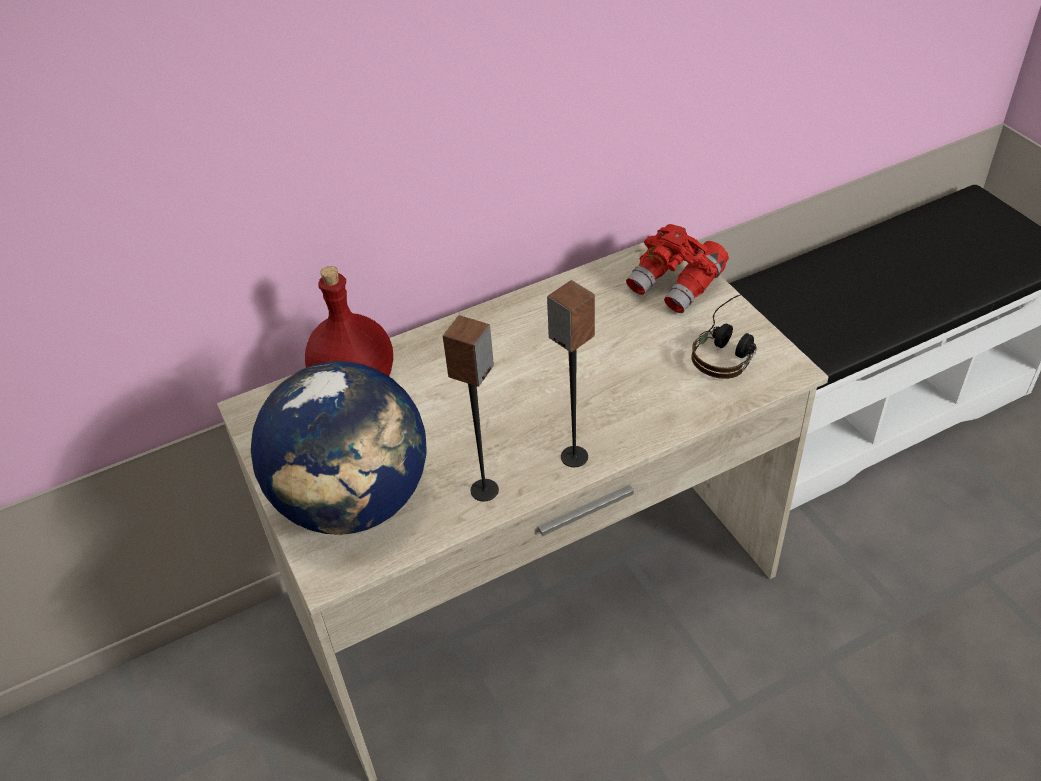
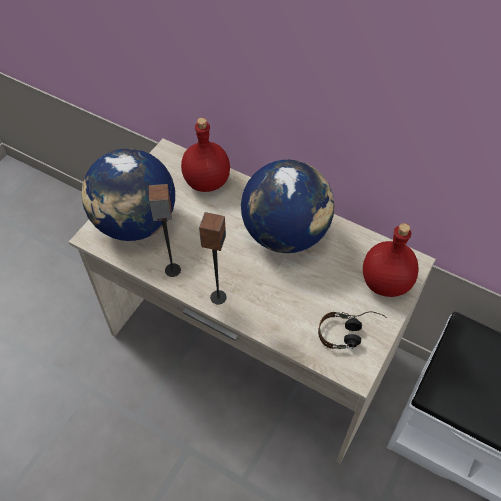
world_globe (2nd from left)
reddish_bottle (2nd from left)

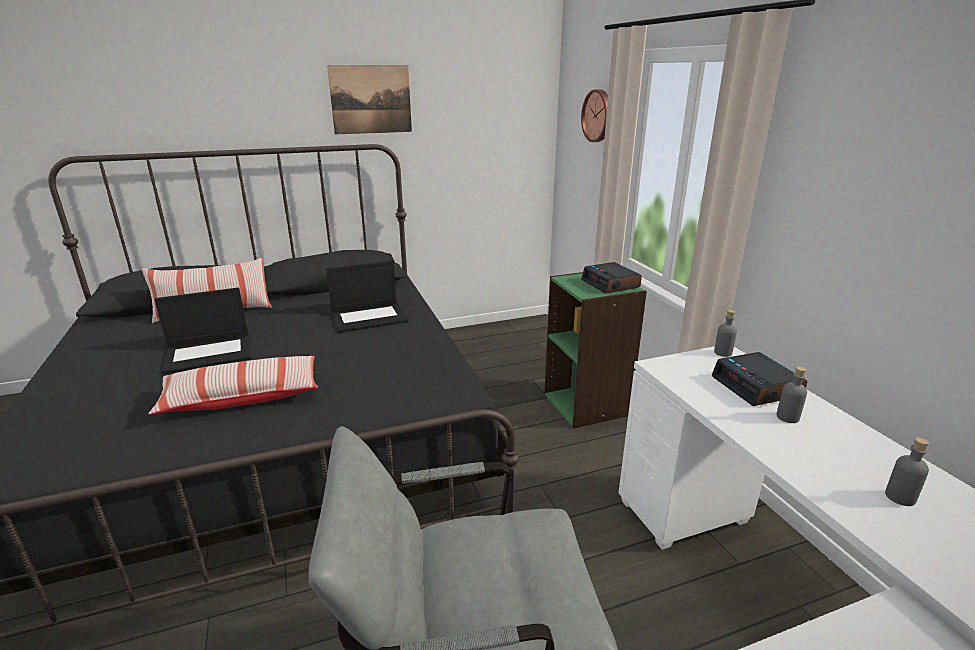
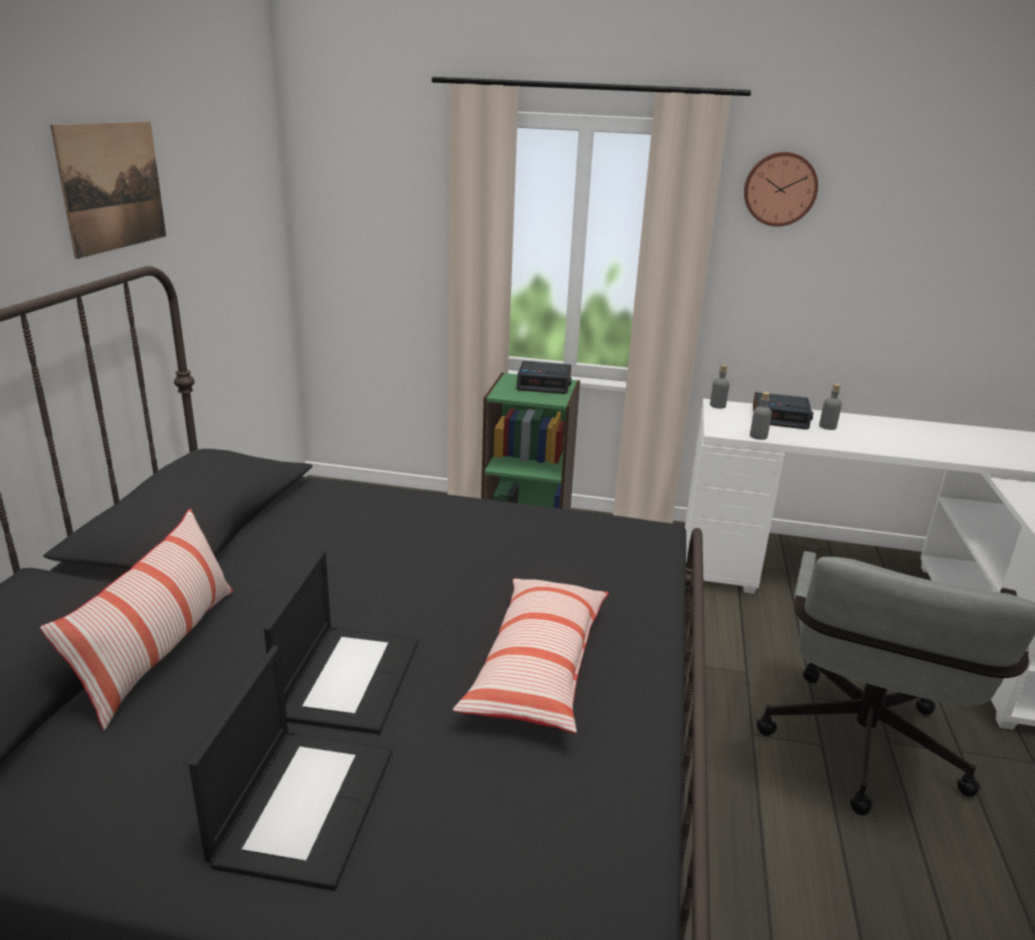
notebook_computer (1st from left)
wall_clock
greyish_bottle (2nd from left)

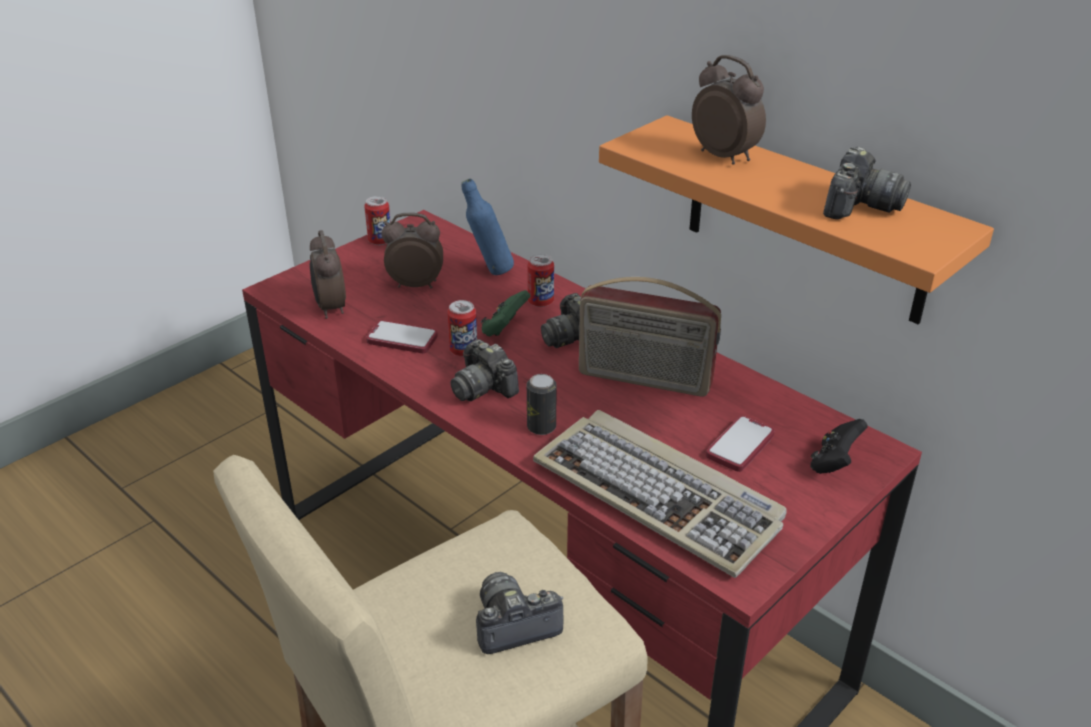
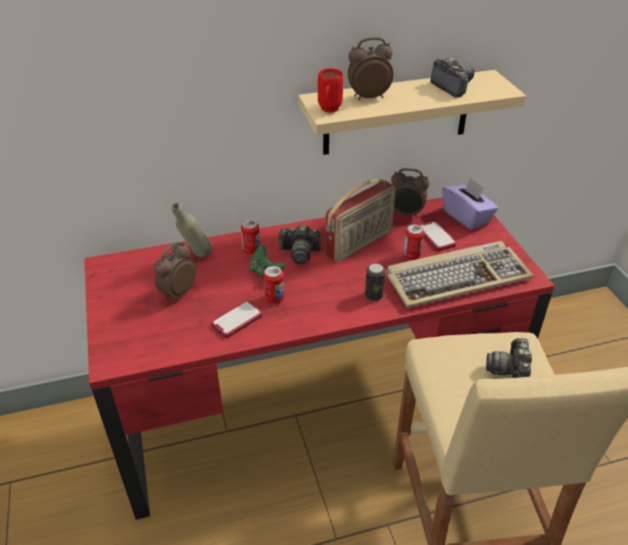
greyish_bottle
beige_shelf
reddish_mug
table_clock (3rd from left)
sealed_can (4th from left)
purplish_tissue_holder
photo_camera (1st from left in the first image)

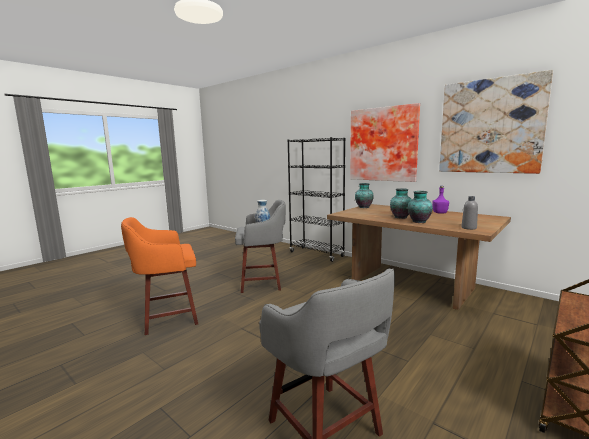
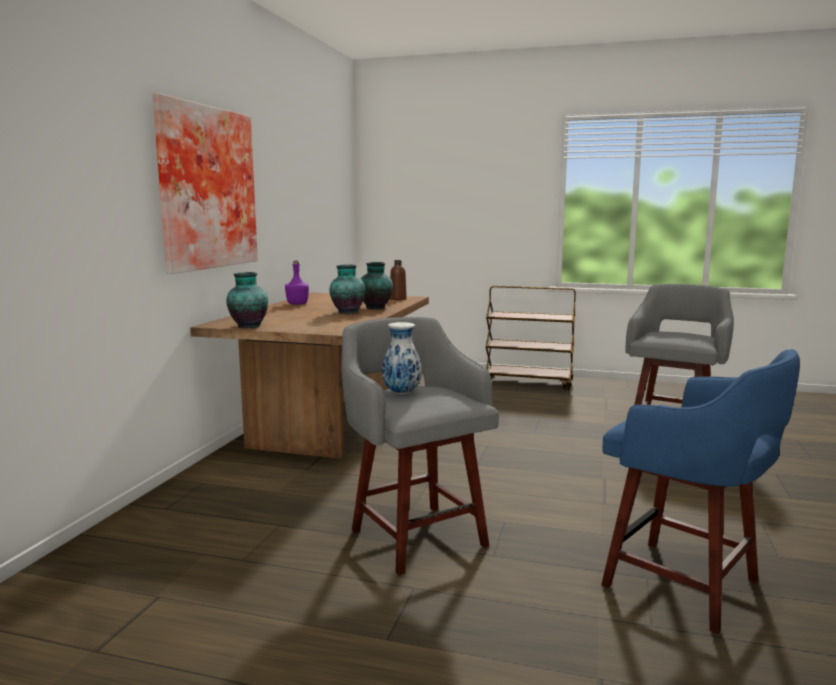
brown_bottle
blue-coloured_stool_seat
black_bookcase
wall_picture (2nd from left in the first image)

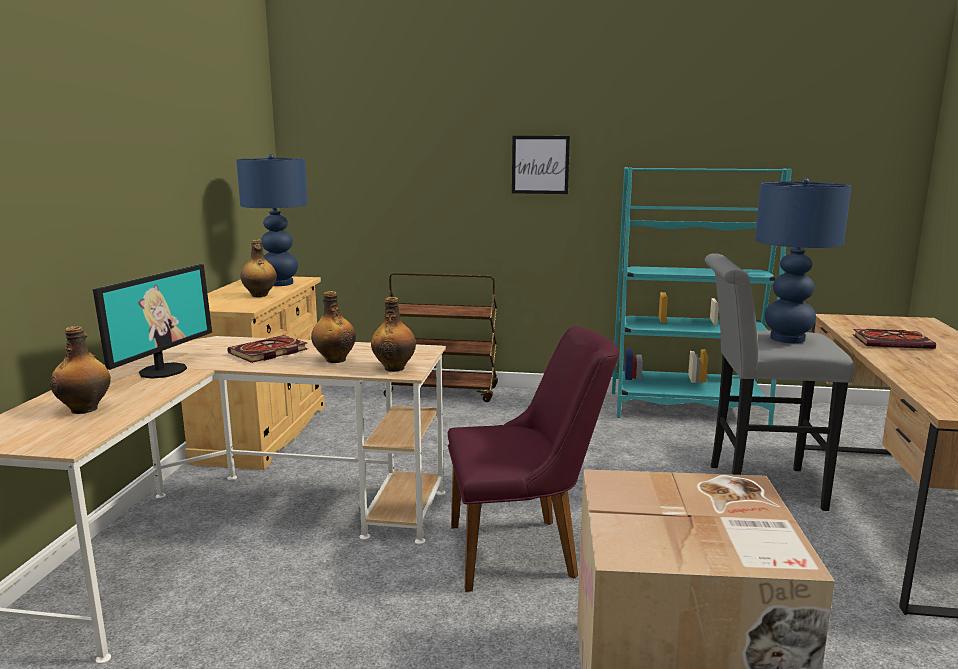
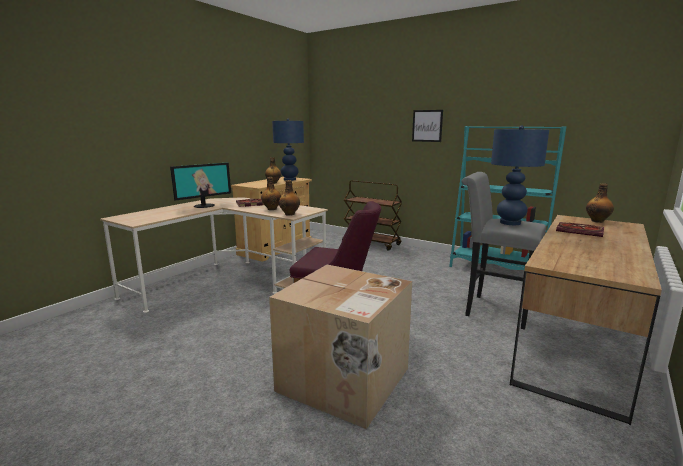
bottle (4th from left)

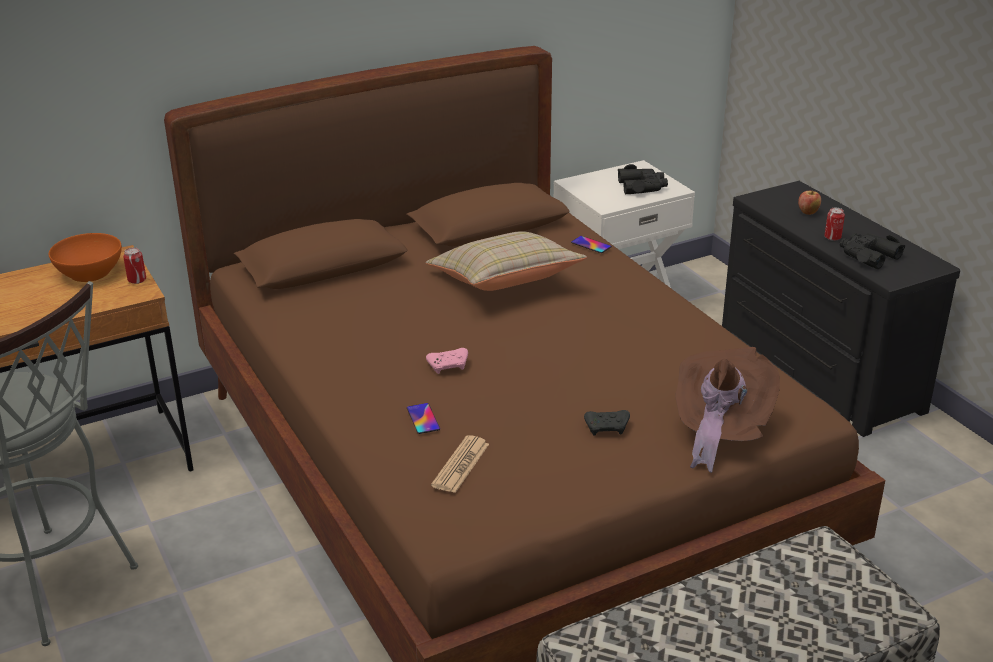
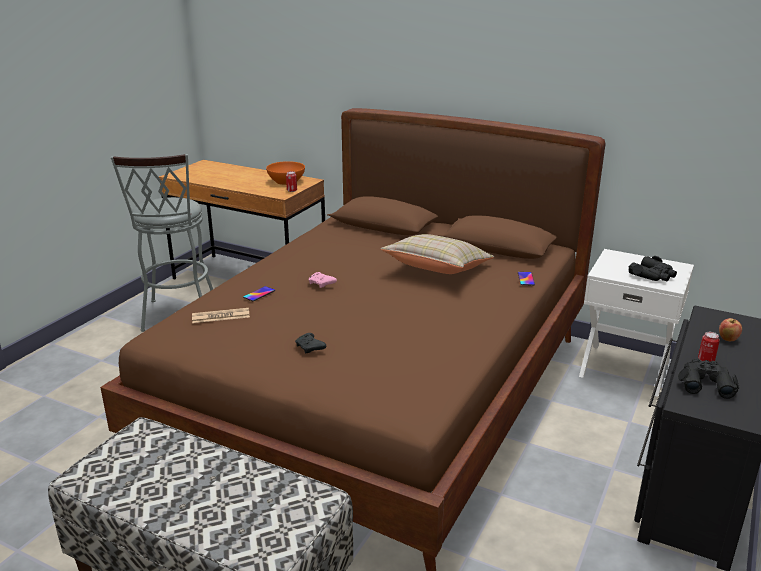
brown_wearable_hat

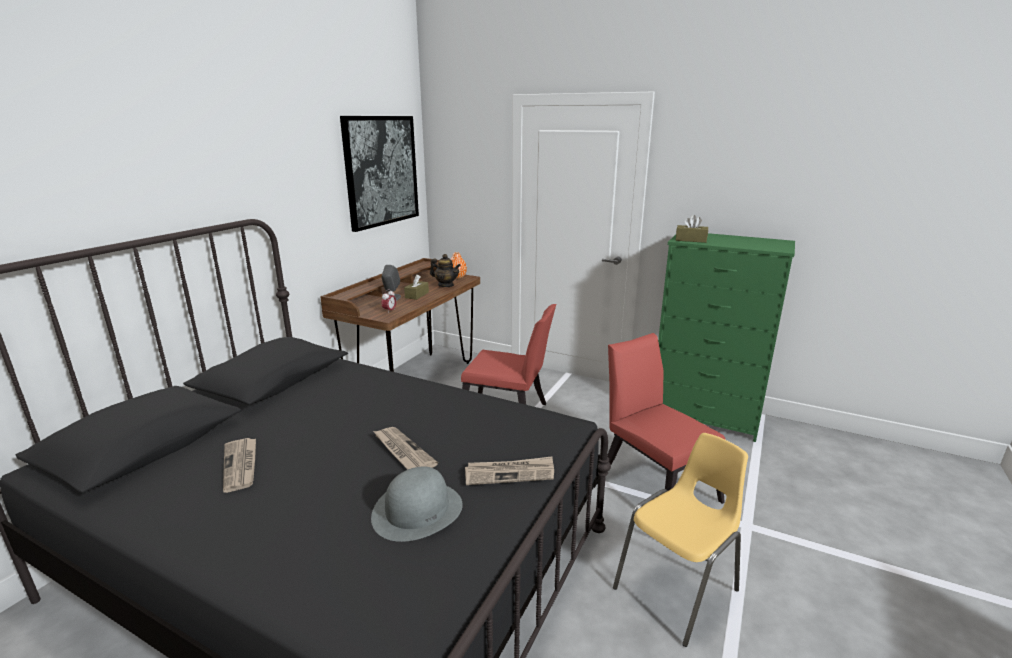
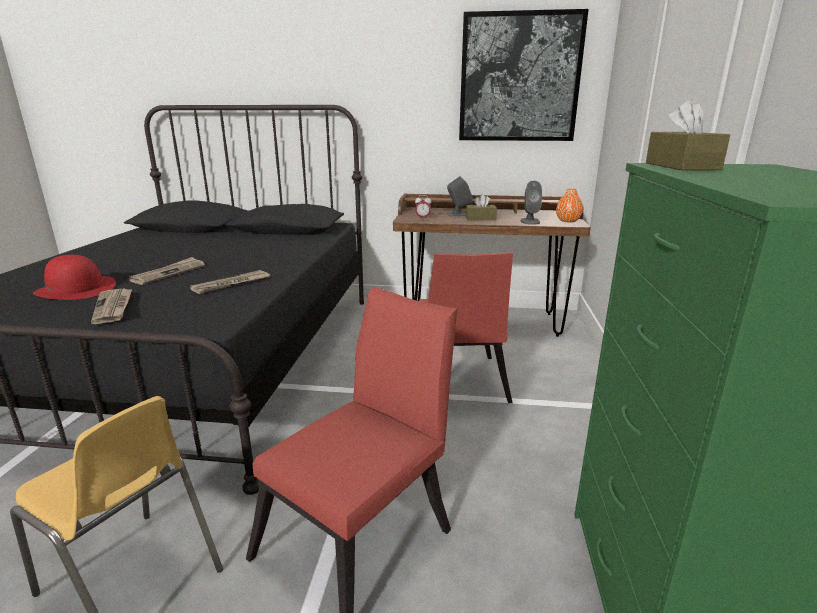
reddish_wearable_hat
printed_paper (3rd from left)
greyish_loudspeaker (2nd from left)

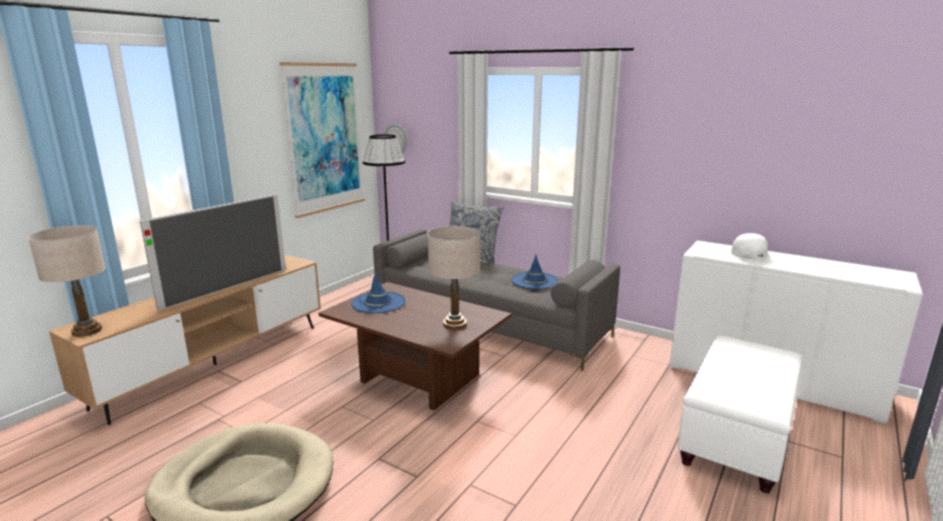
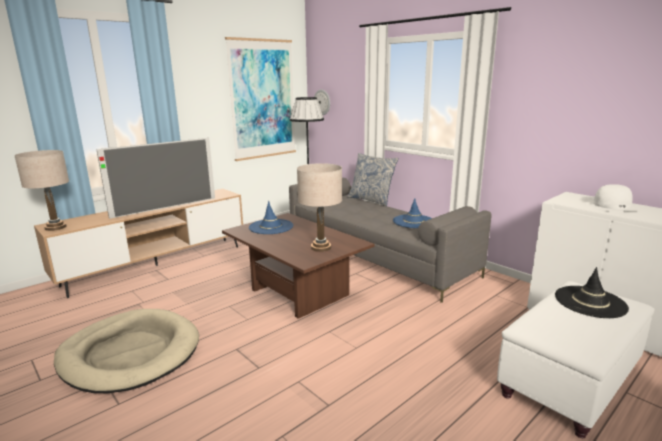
black_wearable_hat

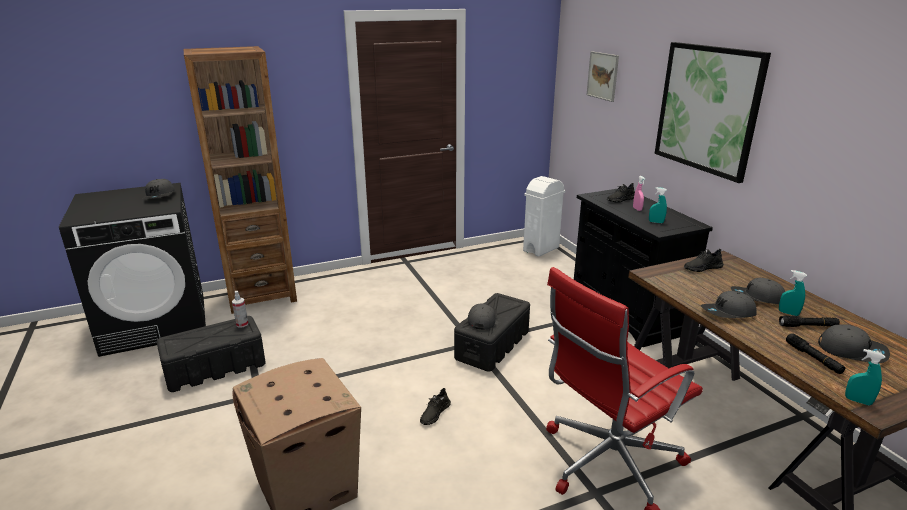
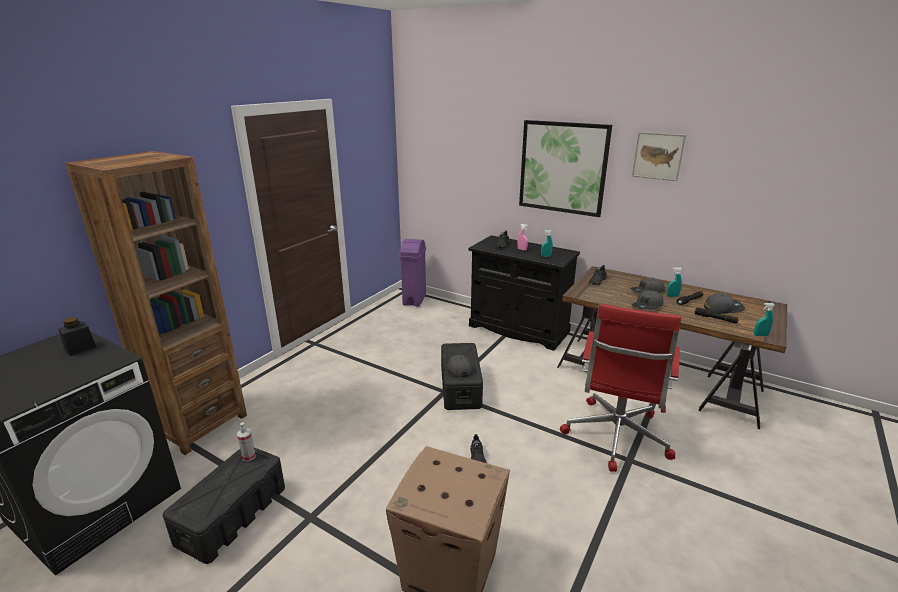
black_storage_jar
purplish_waste_bin
wall_picture (2nd from left)

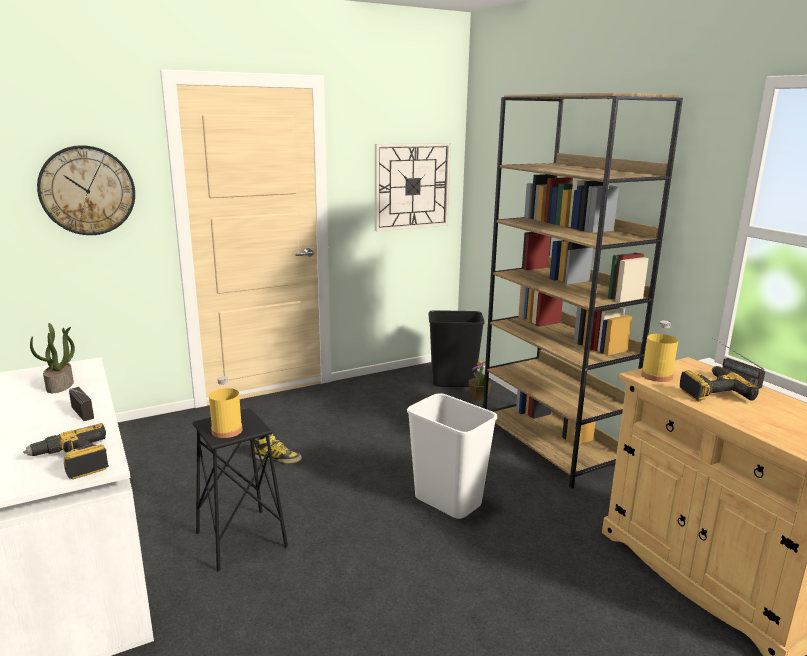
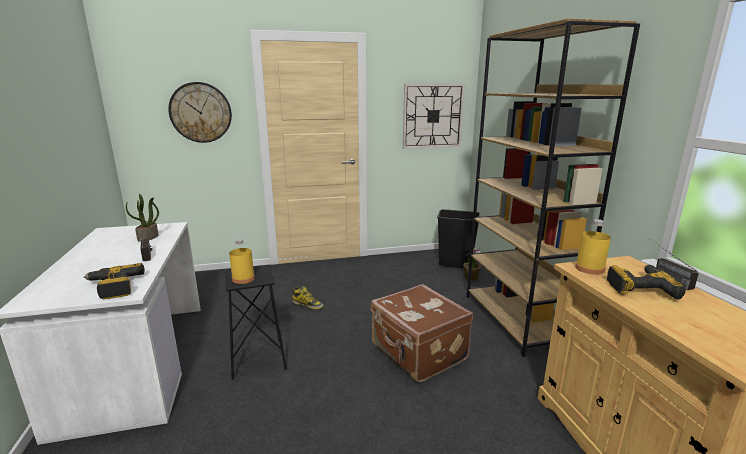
brown_piece_of_luggage

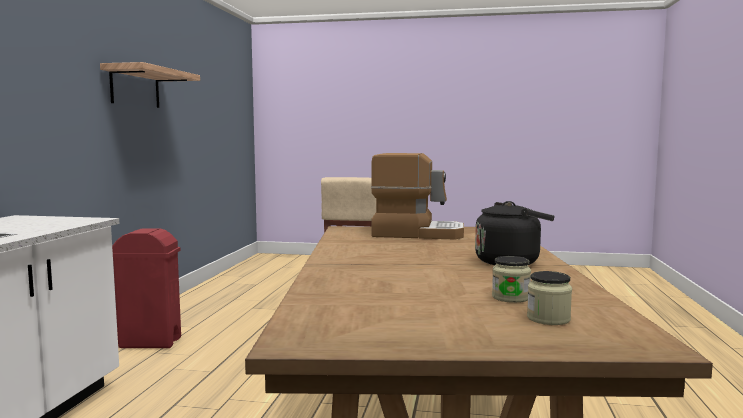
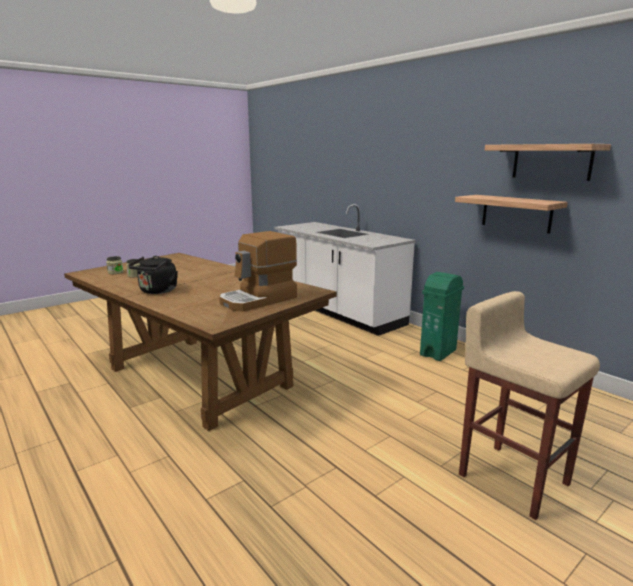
green-coloured_waste_bin
shelf (1st from left)

